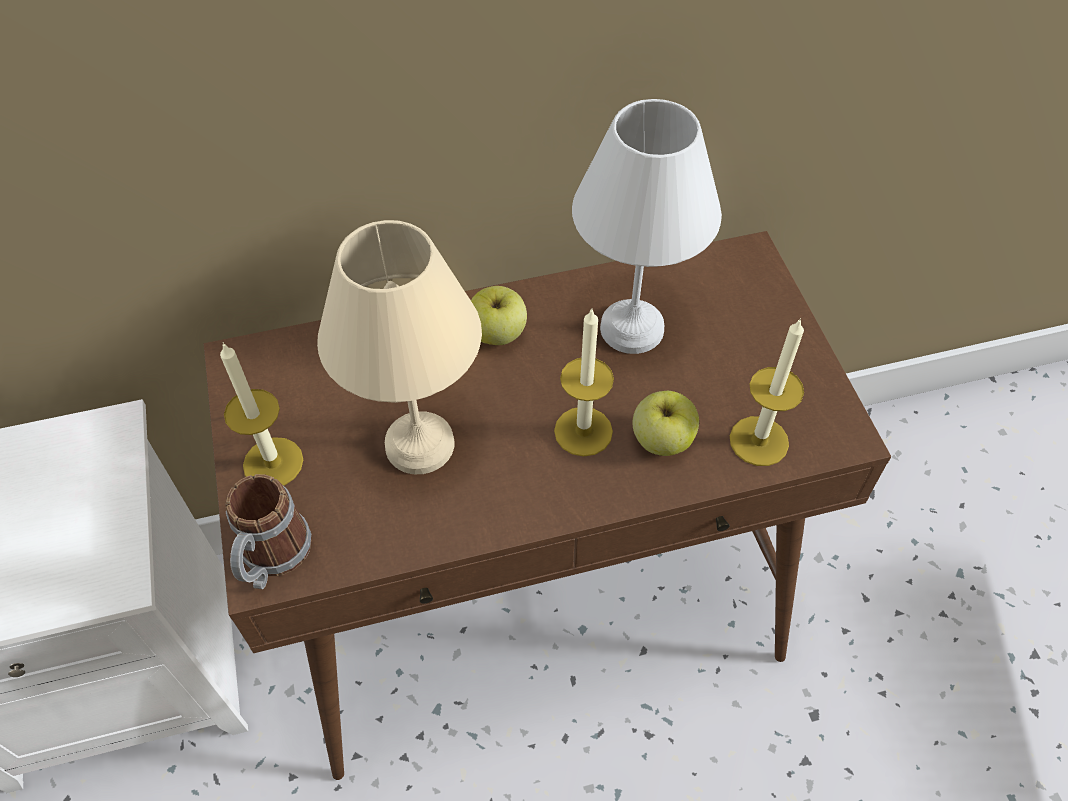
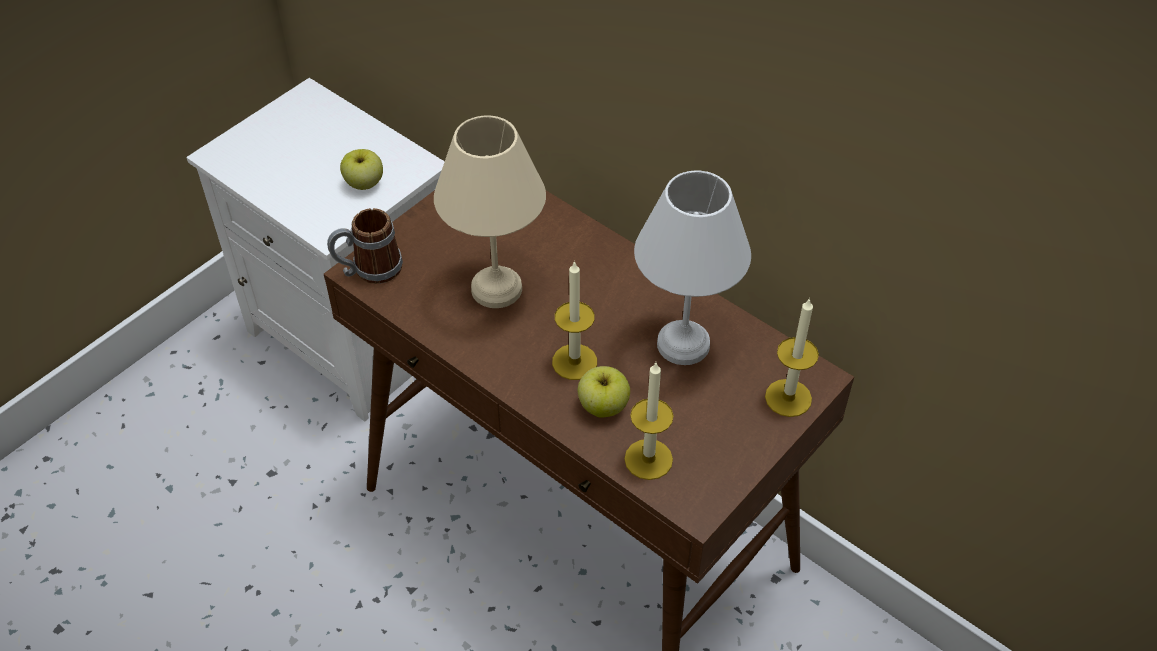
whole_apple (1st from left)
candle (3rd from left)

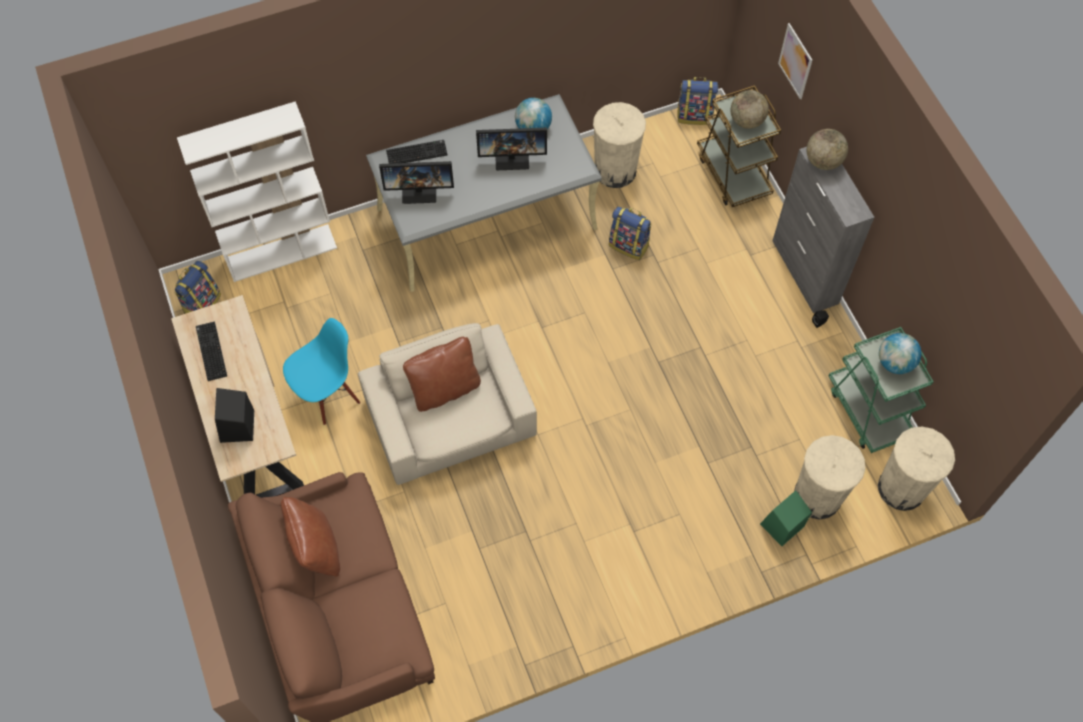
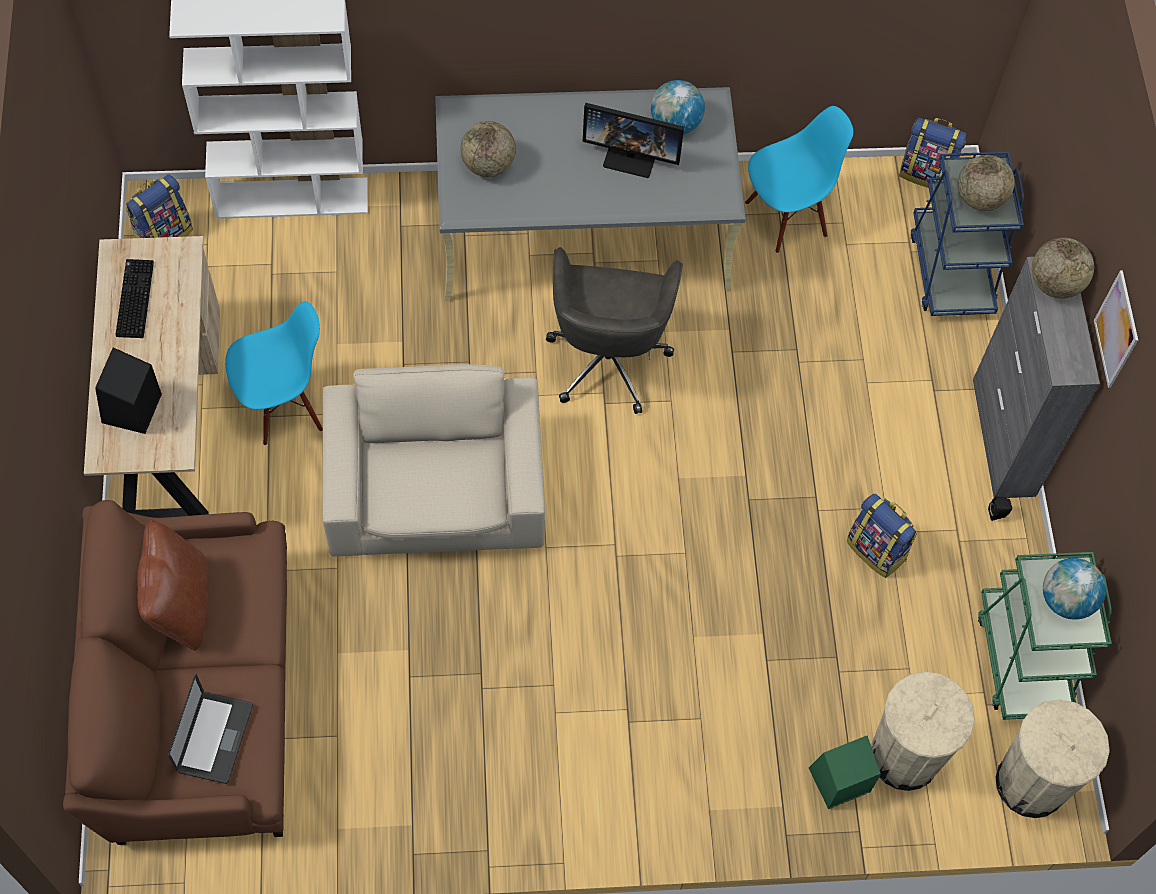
notebook_computer
world_globe (1st from left)
greyish_desk_chair
blue-coloured_chair (2nd from left)
rucksack (2nd from left)
blue-coloured_cart
wall_picture
computer_keyboard (2nd from left in the first image)
brown_pillow (2nd from left in the first image)

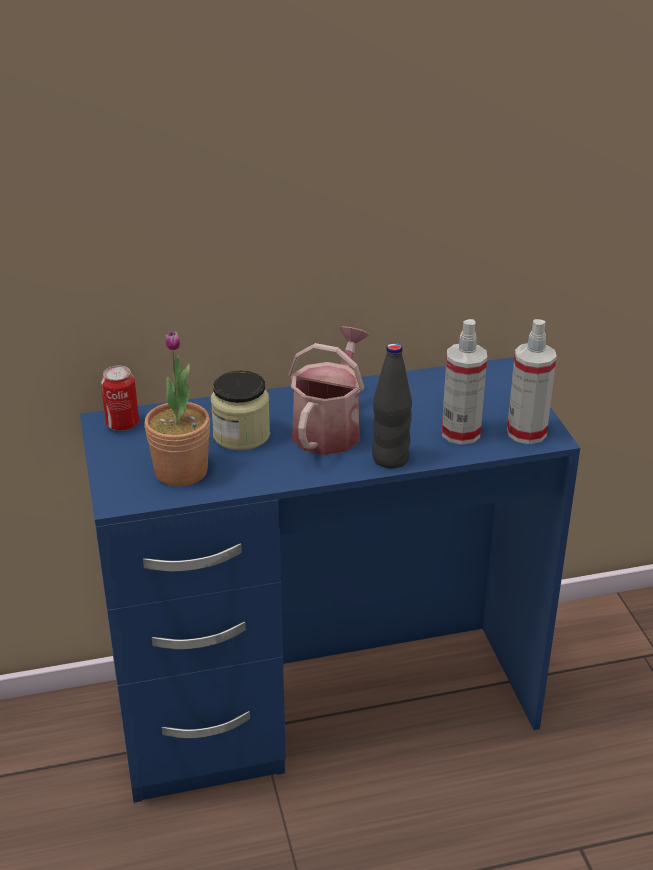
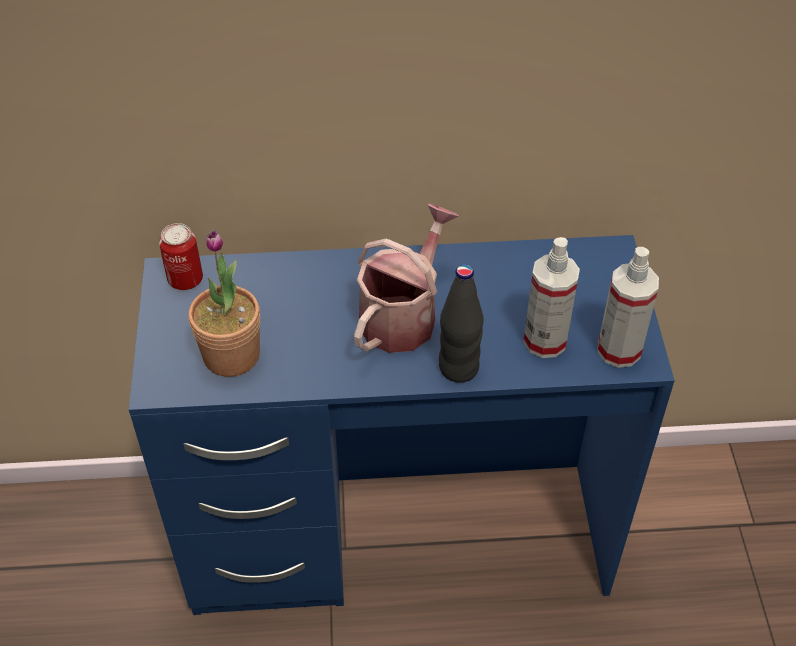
storage_jar

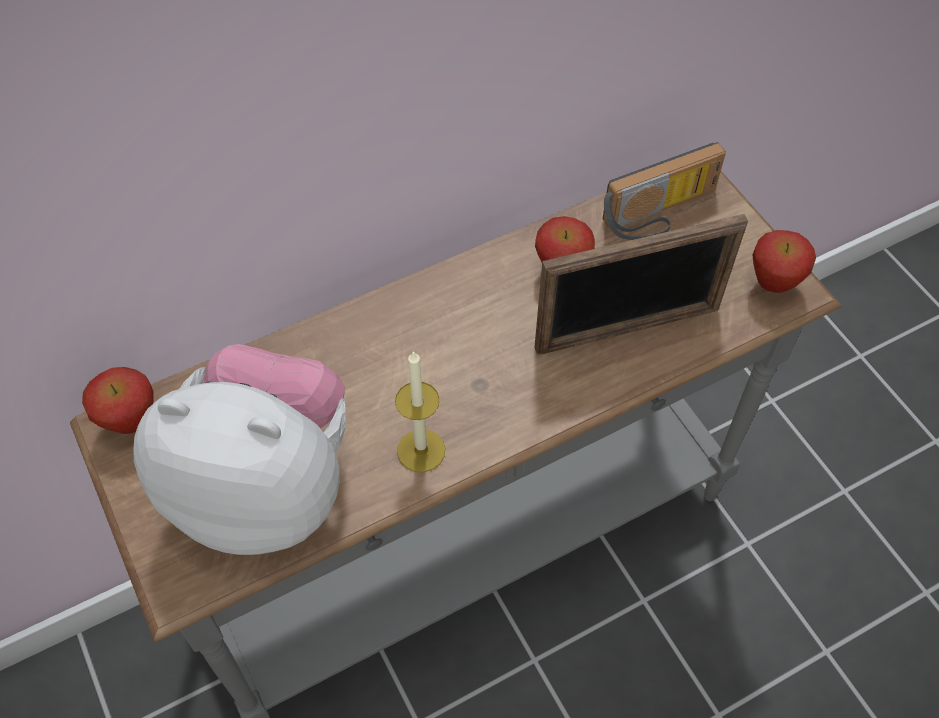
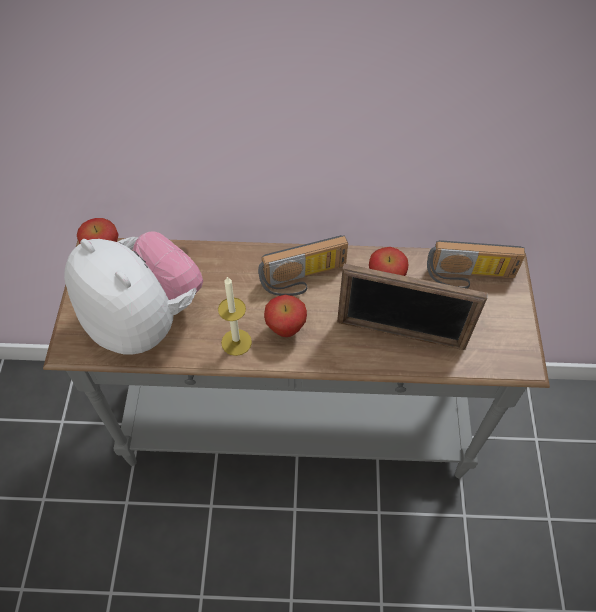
radio (1st from left)
whole_apple (2nd from left)

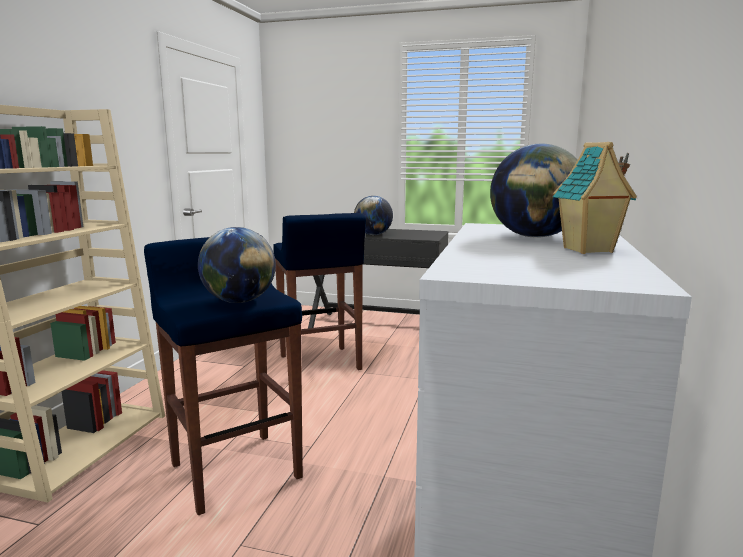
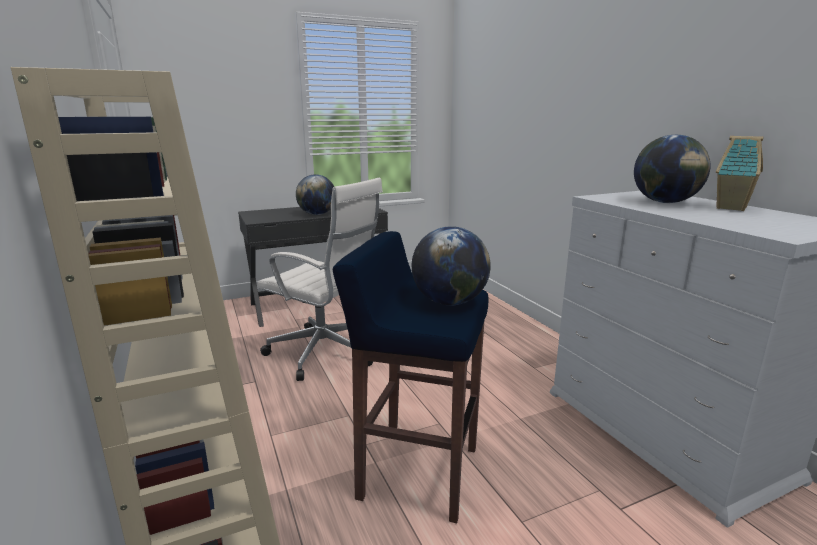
whitish_desk_chair

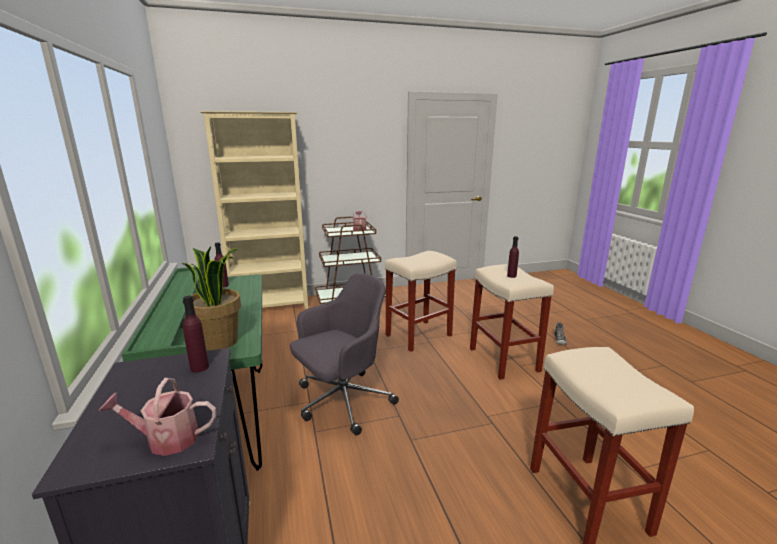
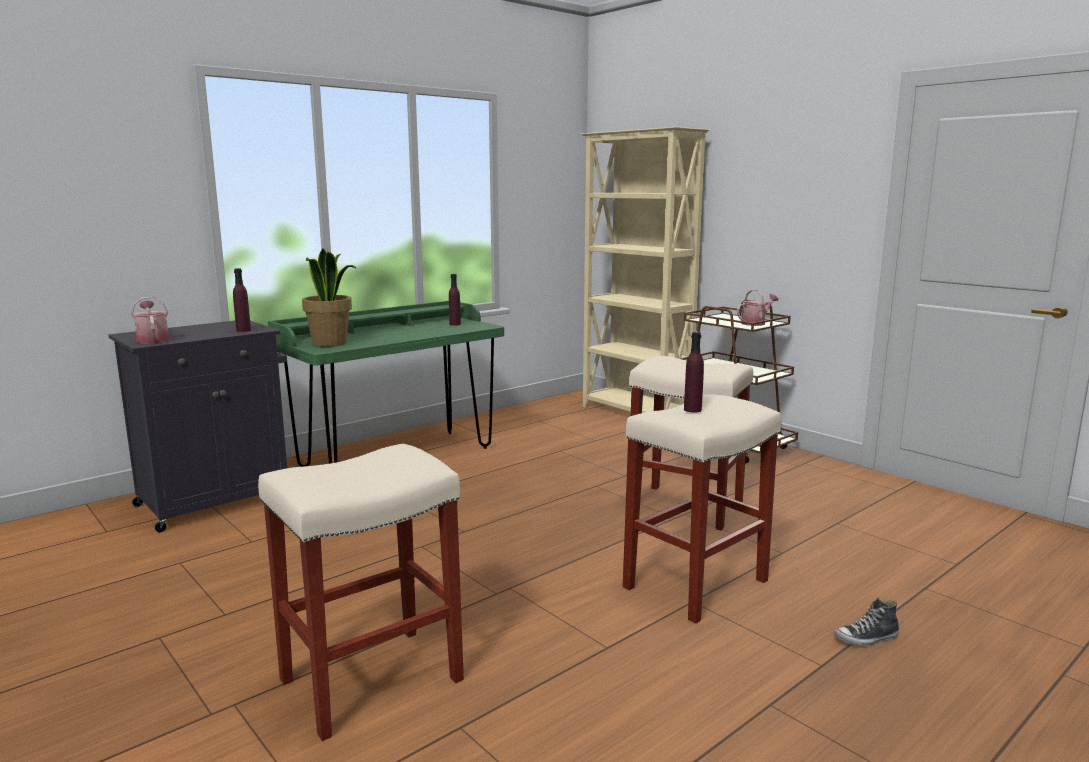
greyish_desk_chair

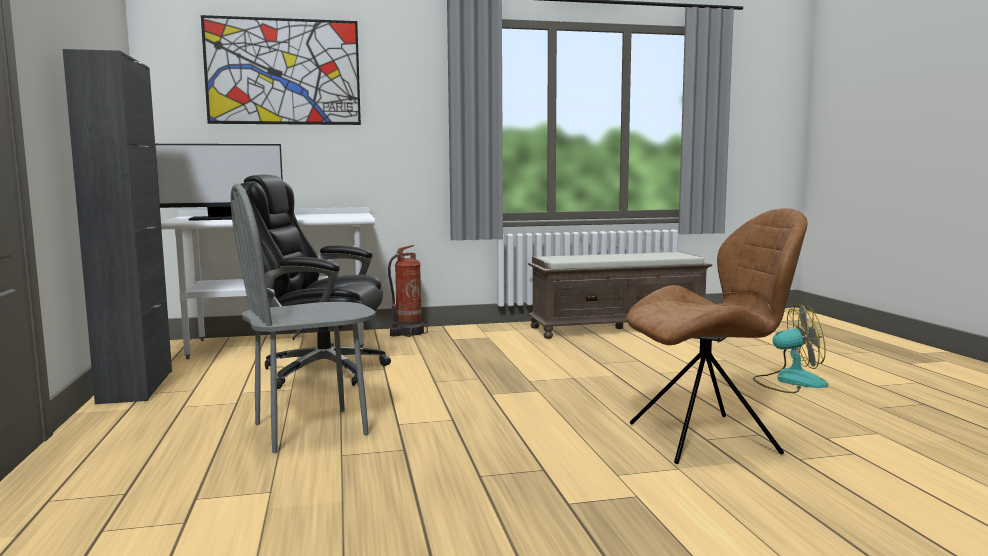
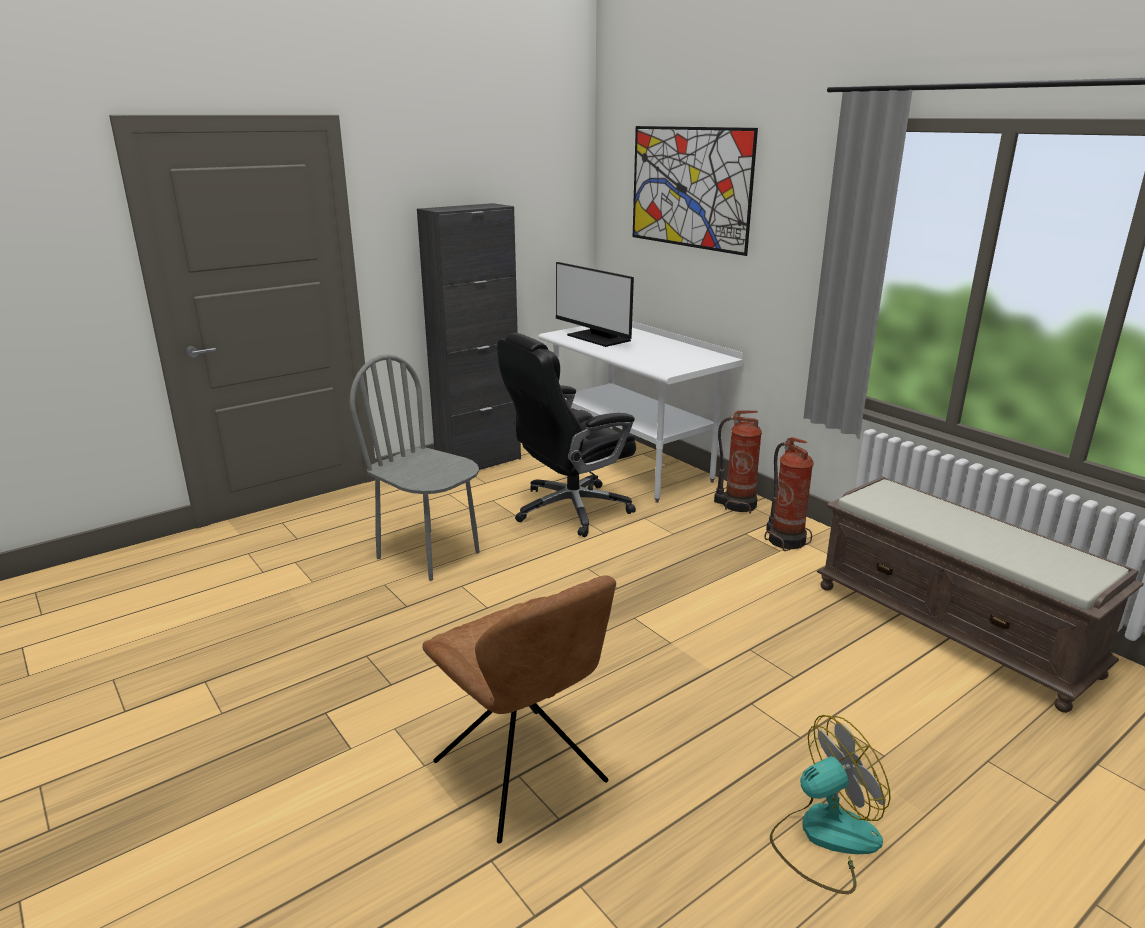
black_desk_chair
fire_extinguisher (2nd from left)
electric_fan

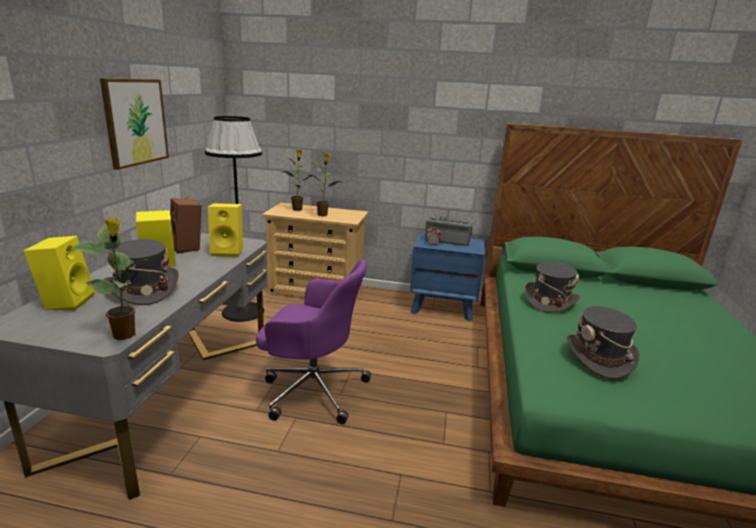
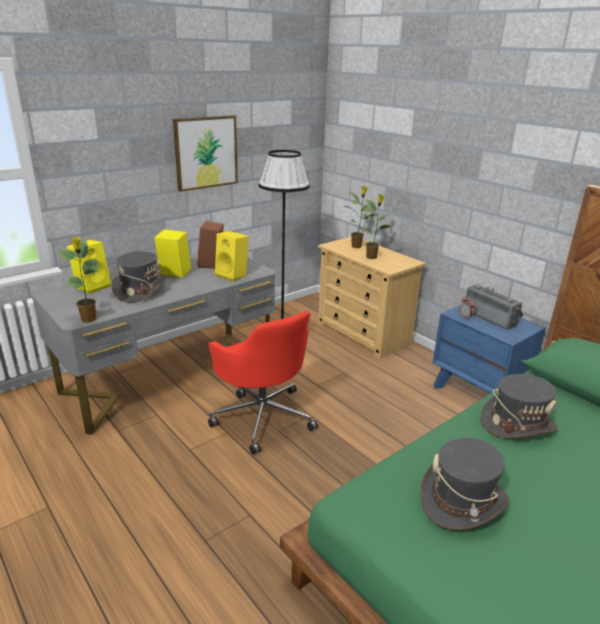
reddish_desk_chair

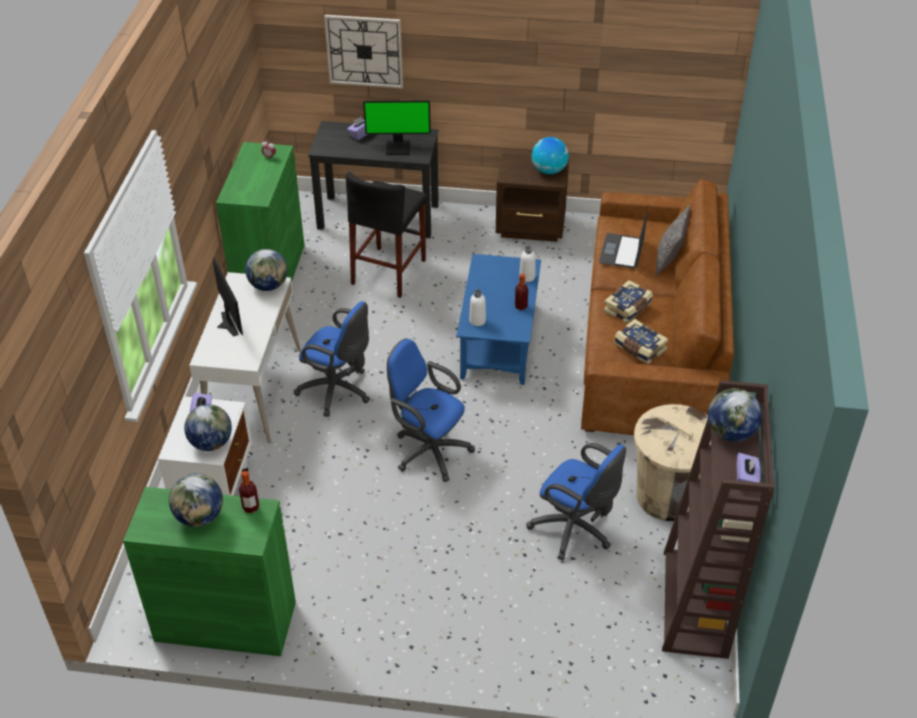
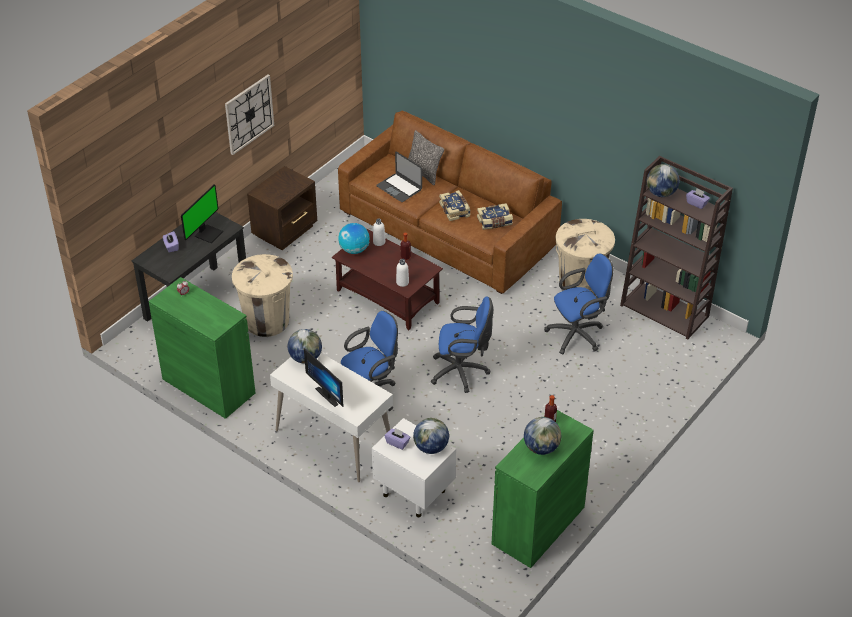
wall_clock
beige_waste_bin (1st from left)
monitor (2nd from left)
brown_coffee_table
world_globe (2nd from left)
blue-coloured_desk_chair (2nd from left)

